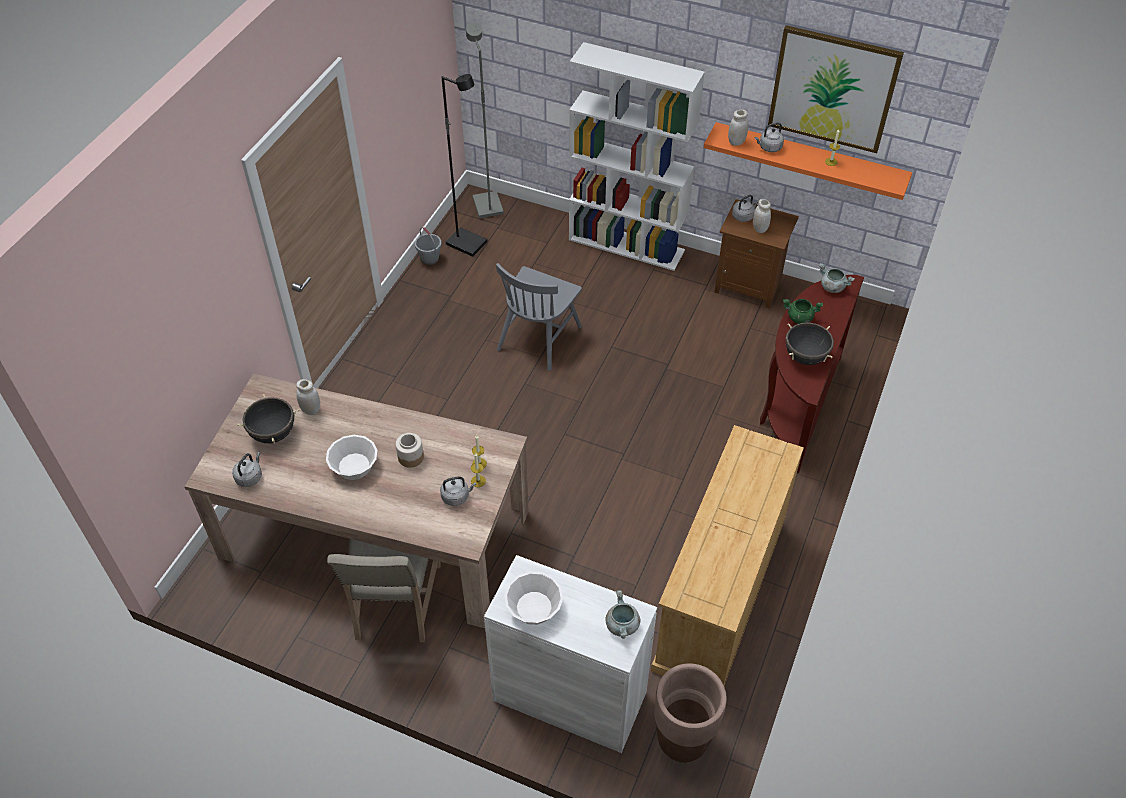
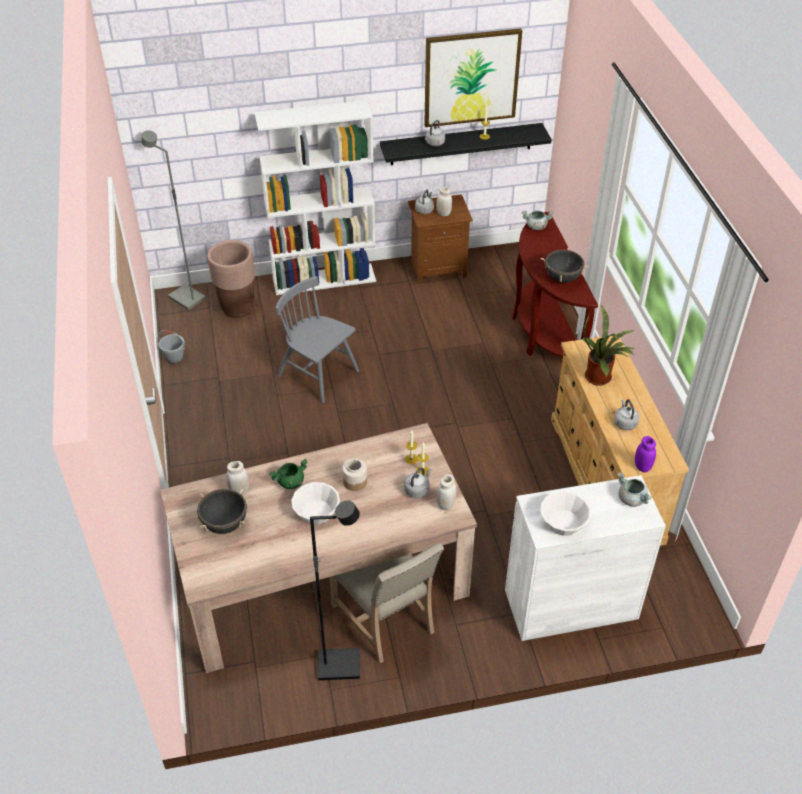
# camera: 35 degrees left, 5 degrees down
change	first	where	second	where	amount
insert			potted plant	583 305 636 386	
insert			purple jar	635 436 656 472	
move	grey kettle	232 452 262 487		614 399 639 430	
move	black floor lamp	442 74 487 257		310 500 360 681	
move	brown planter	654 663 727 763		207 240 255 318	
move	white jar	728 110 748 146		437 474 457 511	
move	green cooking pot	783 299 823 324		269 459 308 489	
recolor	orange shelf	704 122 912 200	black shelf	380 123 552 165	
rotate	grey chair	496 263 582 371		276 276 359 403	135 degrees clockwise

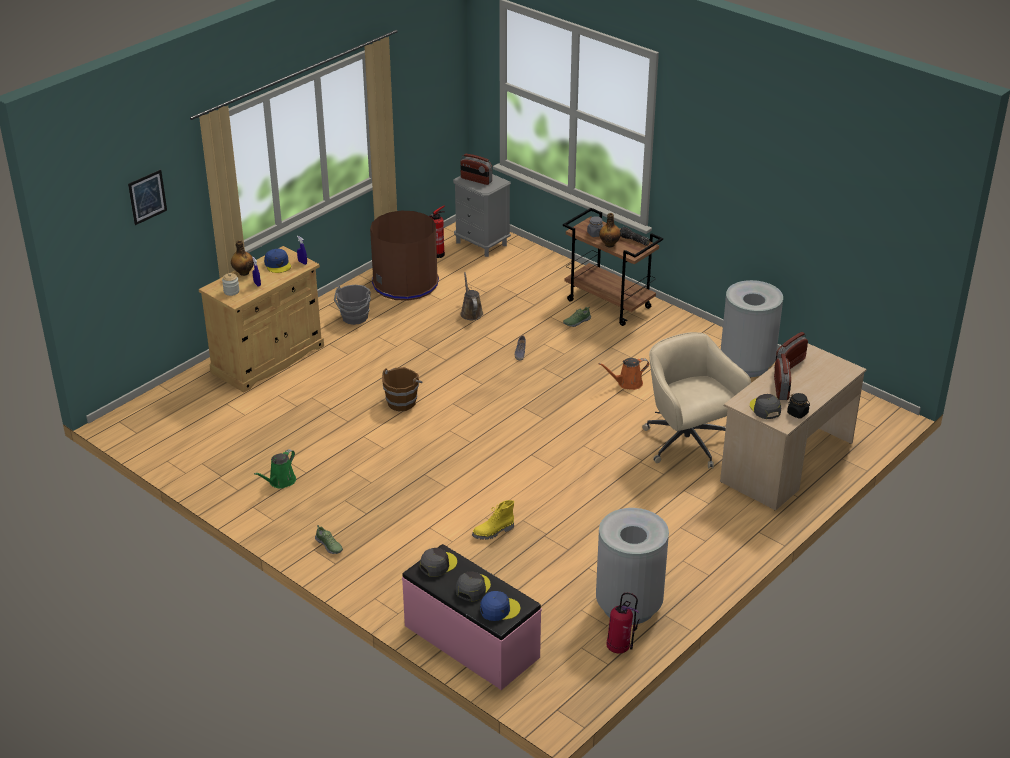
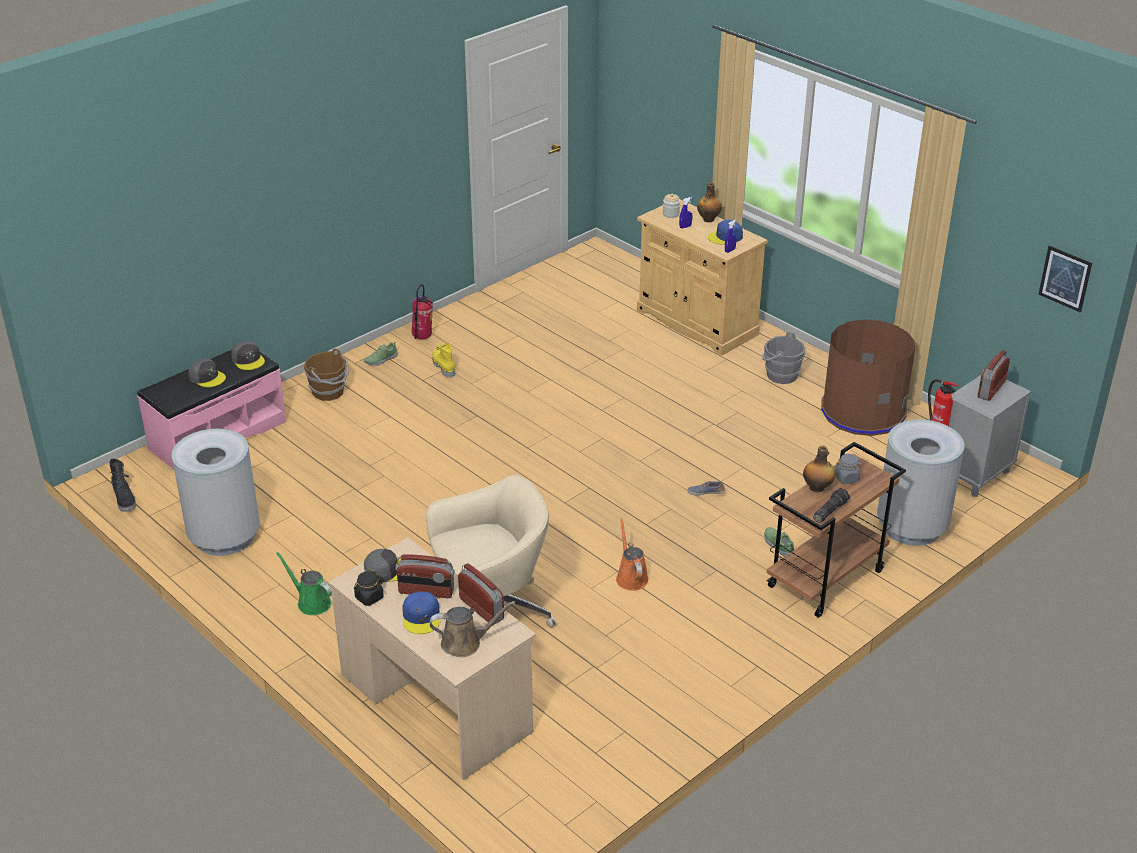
# camera: 95 degrees right, 0 degrees up
change	first	where	second	where	amount
insert			black boot	109 458 136 512	
move	picture	128 169 167 225		1038 246 1092 312	
move	green watering can	254 449 296 489		276 552 332 615	
move	brown bucket	382 367 422 411		304 348 349 401	
move	brown watering can	460 272 483 320		430 601 515 657	
move	yellow boot	472 500 514 540		432 342 455 378	
move	blue cap	480 591 520 621		402 592 440 634	
move	fire extinguisher	606 593 640 654		411 284 433 340	
move	grey trash can	721 280 783 377		877 419 964 546	

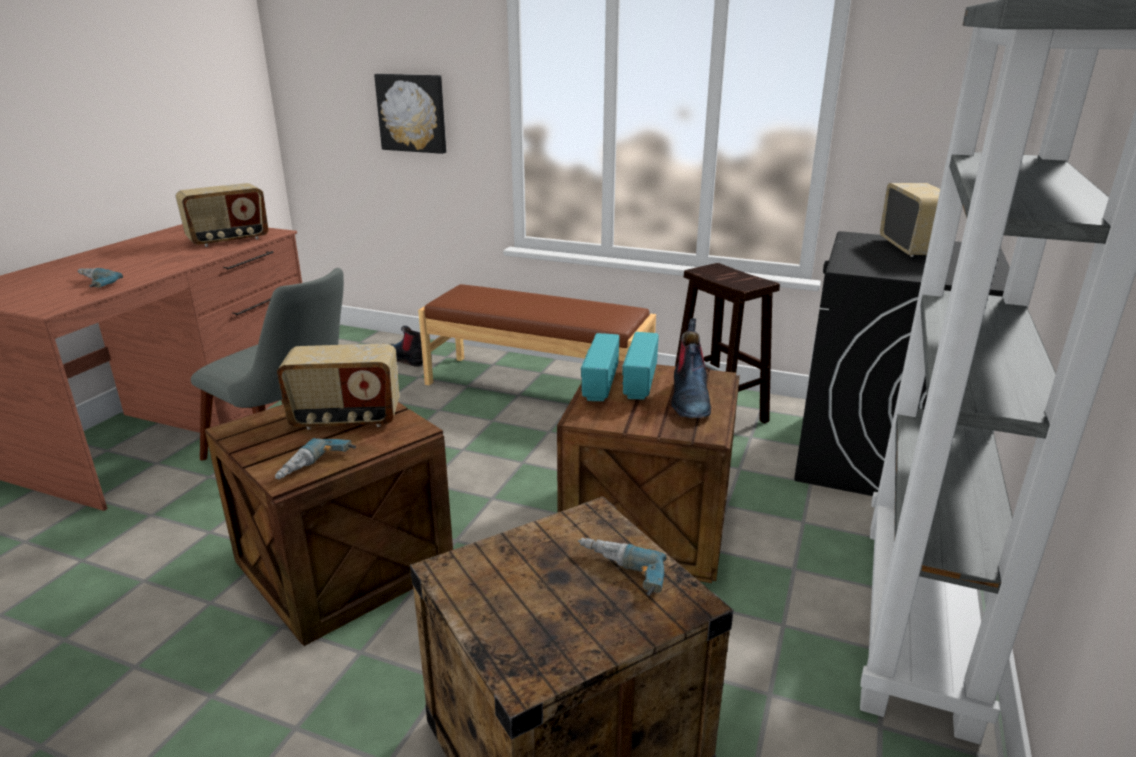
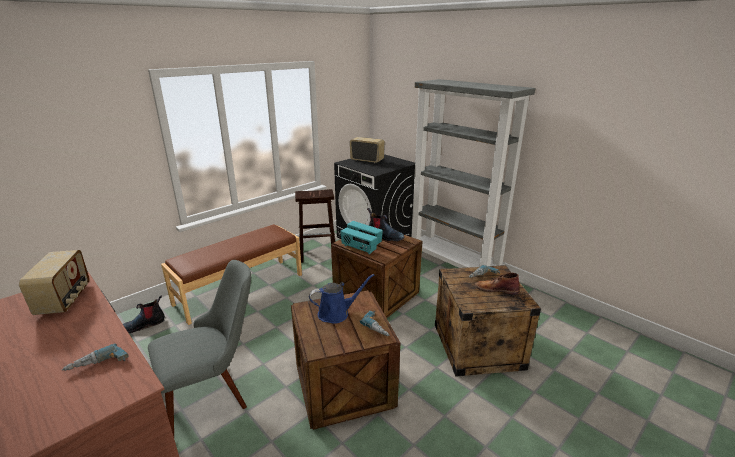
# camera: 65 degrees left, 0 degrees up
change	first	where	second	where	amount
delete	picture	374 74 446 154			
insert			brown boot	475 273 520 295	
replace	radio	277 344 399 430	blue watering can	309 274 374 324	

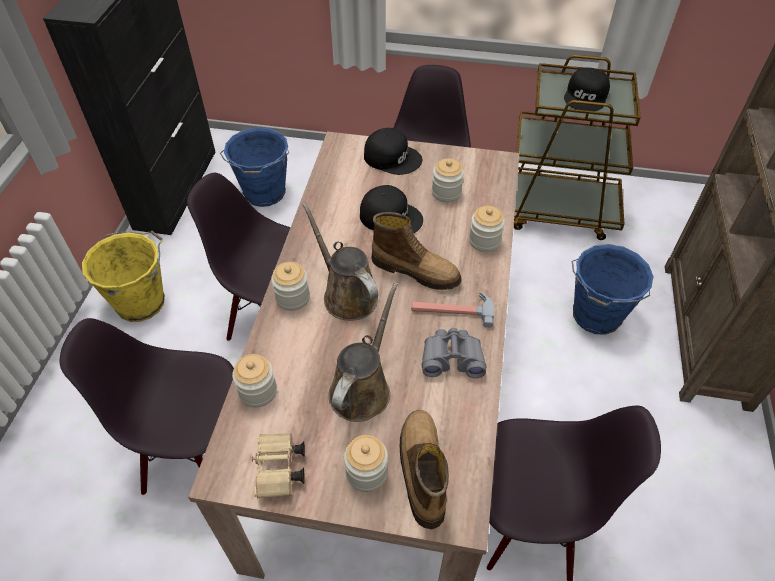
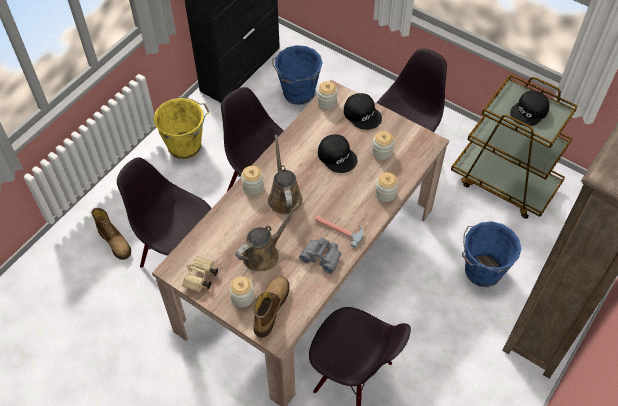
# camera: 25 degrees right, 5 degrees up
change	first	where	second	where	amount
move	jar	232 354 277 408		317 81 338 110	
move	boot	372 212 461 290		92 208 131 260	

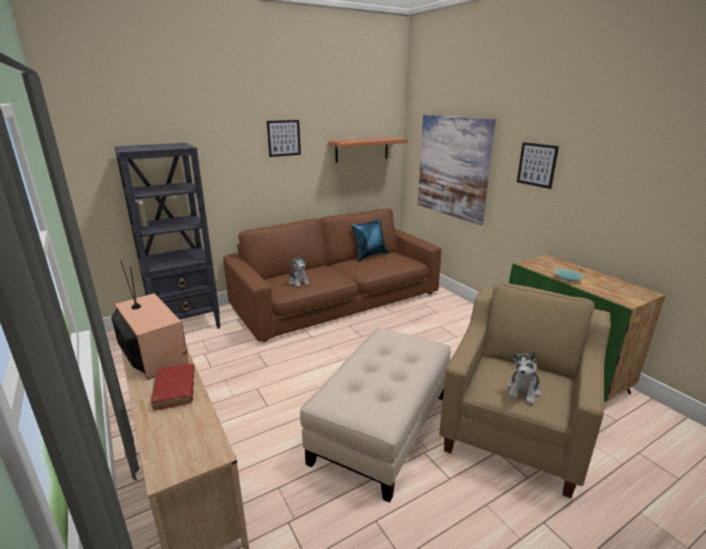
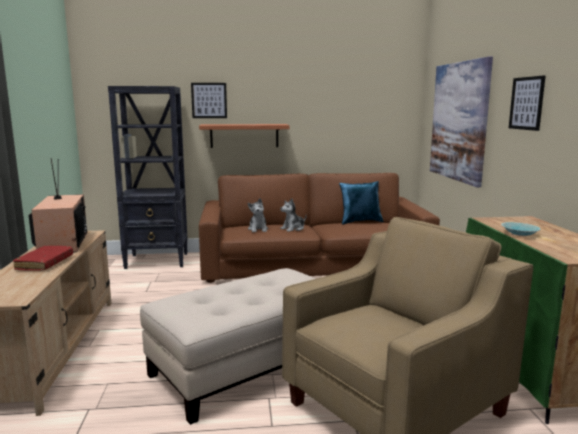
# camera: 25 degrees right, 10 degrees down
change	first	where	second	where	amount
move	picture	267 120 301 157		191 83 227 118	
move	shelf	328 137 408 163		199 124 290 148	
move	plush toy	507 351 541 404		280 198 307 232	

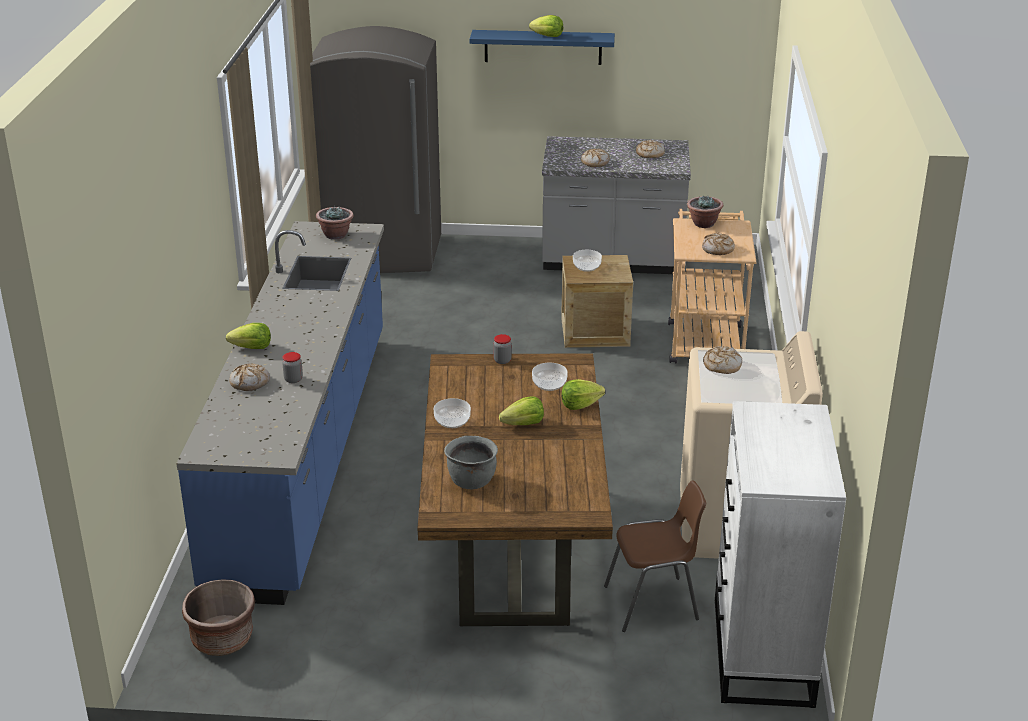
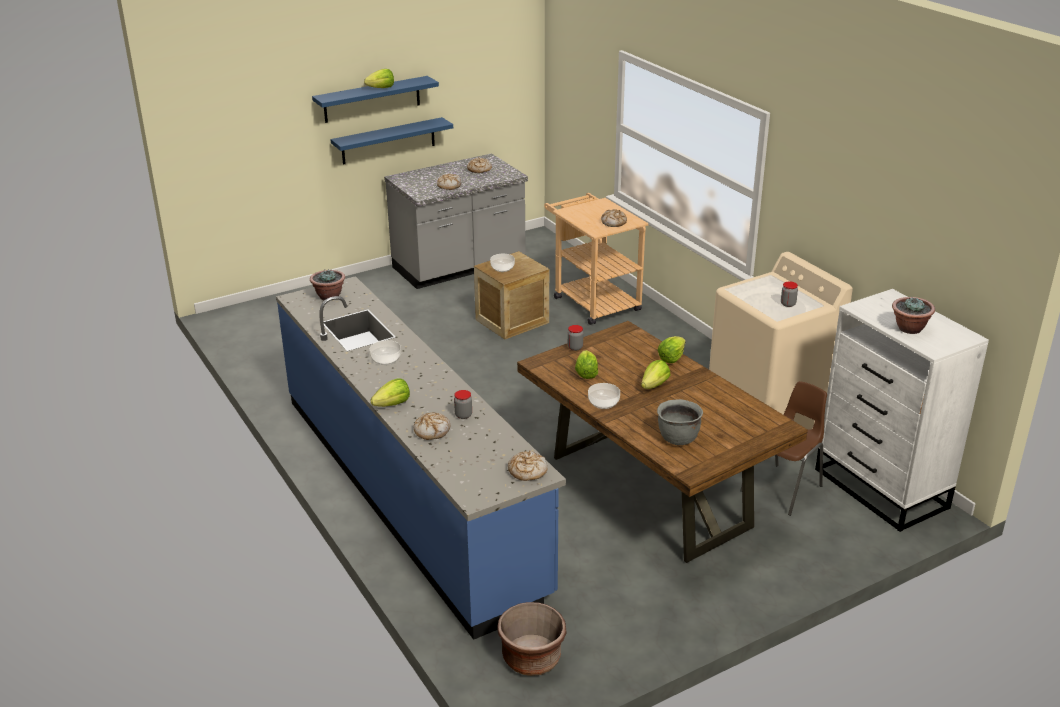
# camera: 35 degrees left, 0 degrees up
change	first	where	second	where	amount
delete	grey fridge	310 26 441 273			
insert			blue shelf	330 117 453 165	
insert			lettuce	575 350 598 379	
insert			jar	781 281 798 307	
move	bowl	532 363 568 391		369 340 401 365	
move	potted plant	687 195 723 228		892 296 935 334	
move	bread	703 346 742 374		508 450 547 481	

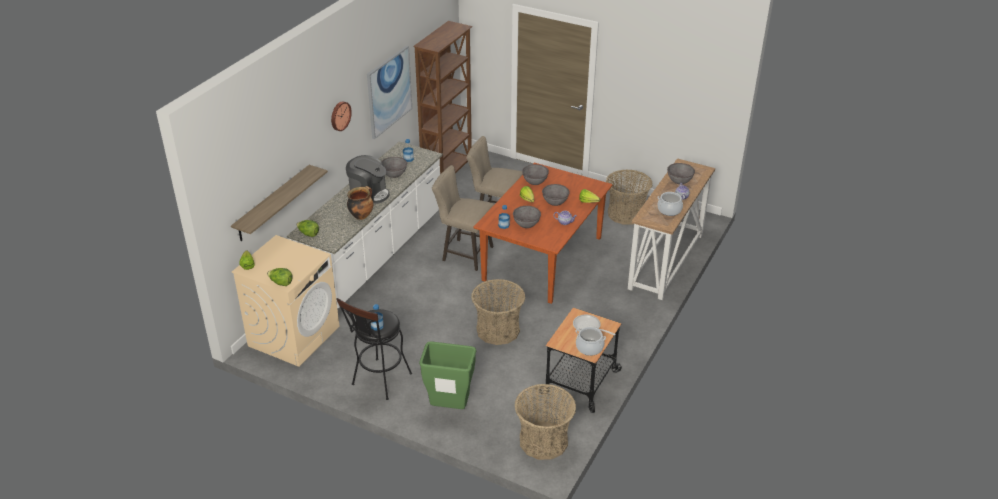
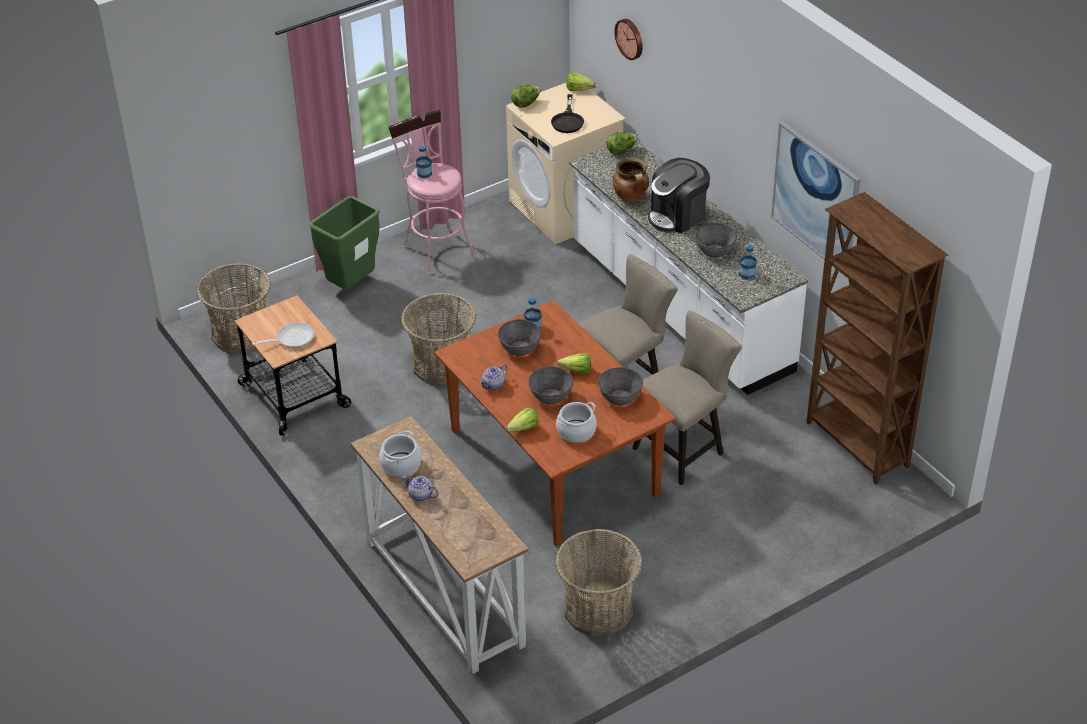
# camera: 120 degrees right, 5 degrees up
change	first	where	second	where	amount
delete	shelf	231 165 328 241			
delete	grey bowl	667 163 695 184			
insert			black frying pan	551 94 584 133	
move	wall clock	331 101 352 131		614 19 643 60	
move	cooking pot	576 327 606 356		556 402 596 443	
recolor	black stool	336 298 412 400	pink stool	389 109 475 275	

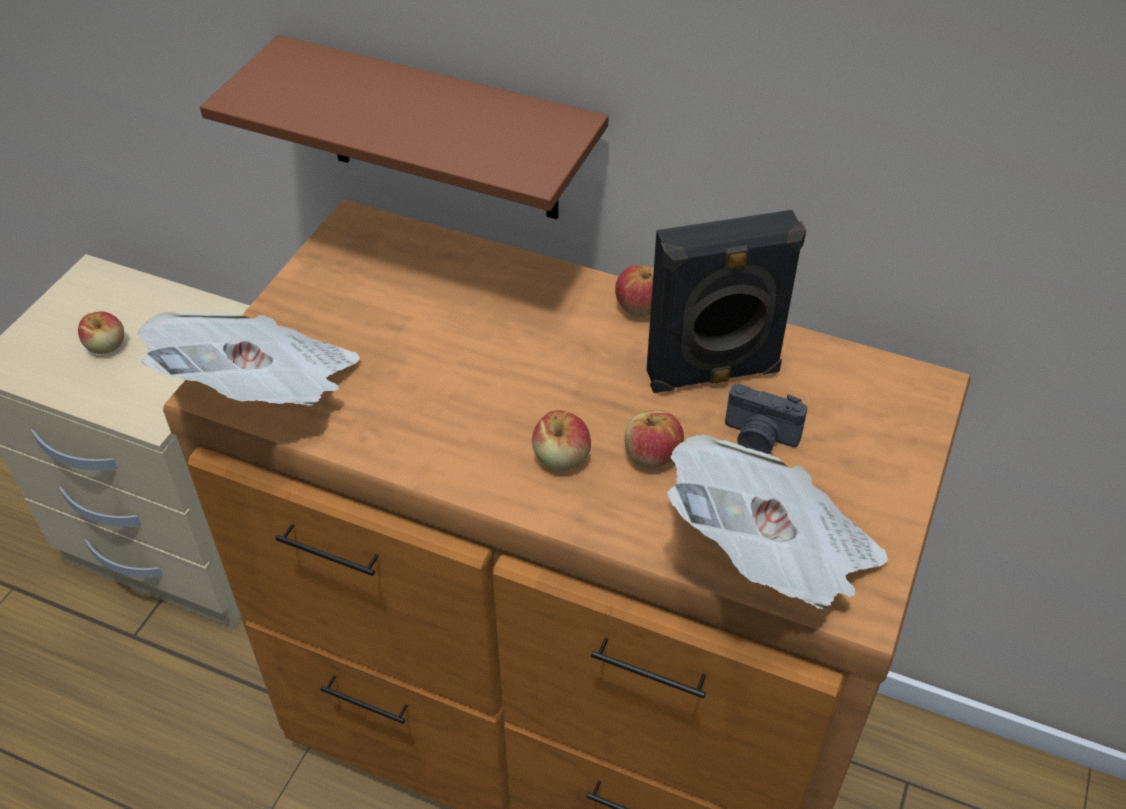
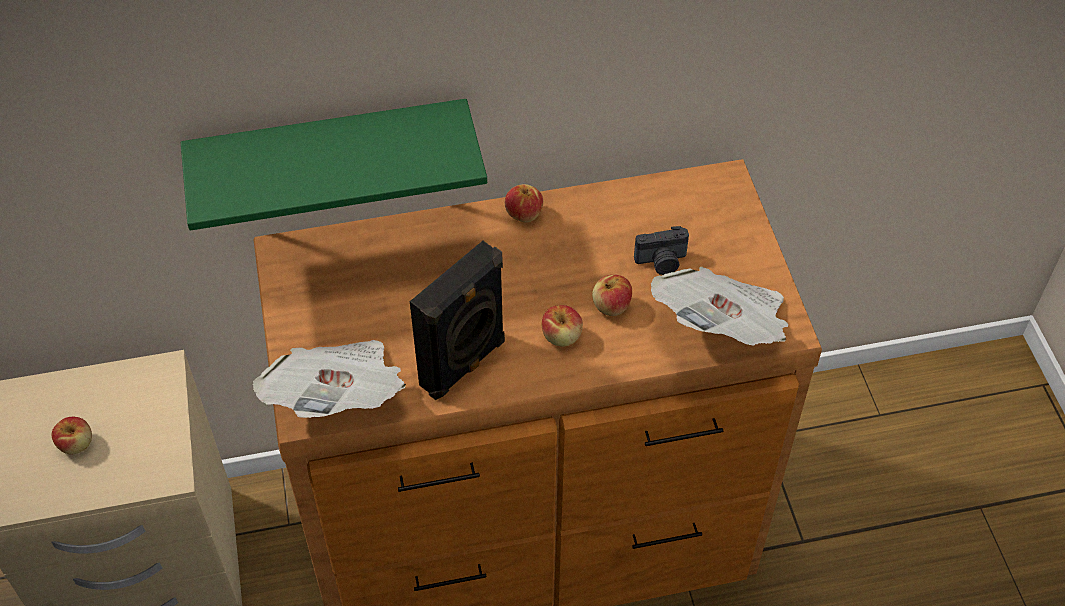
# camera: 35 degrees left, 5 degrees up
change	first	where	second	where	amount
move	black speaker	646 210 806 393		410 241 505 400	
recolor	brown shelf	200 35 609 219	green shelf	181 99 487 231	

